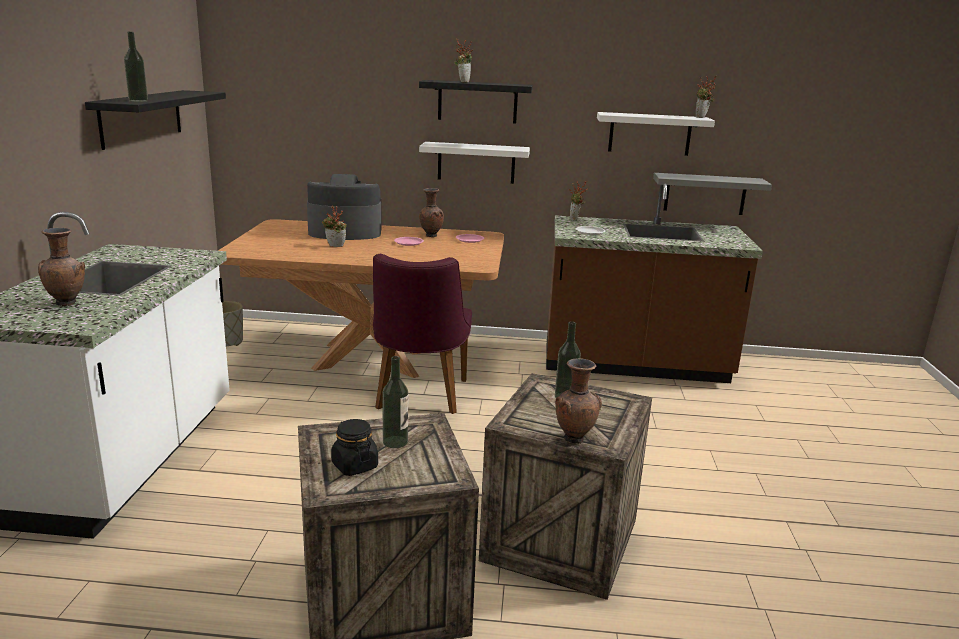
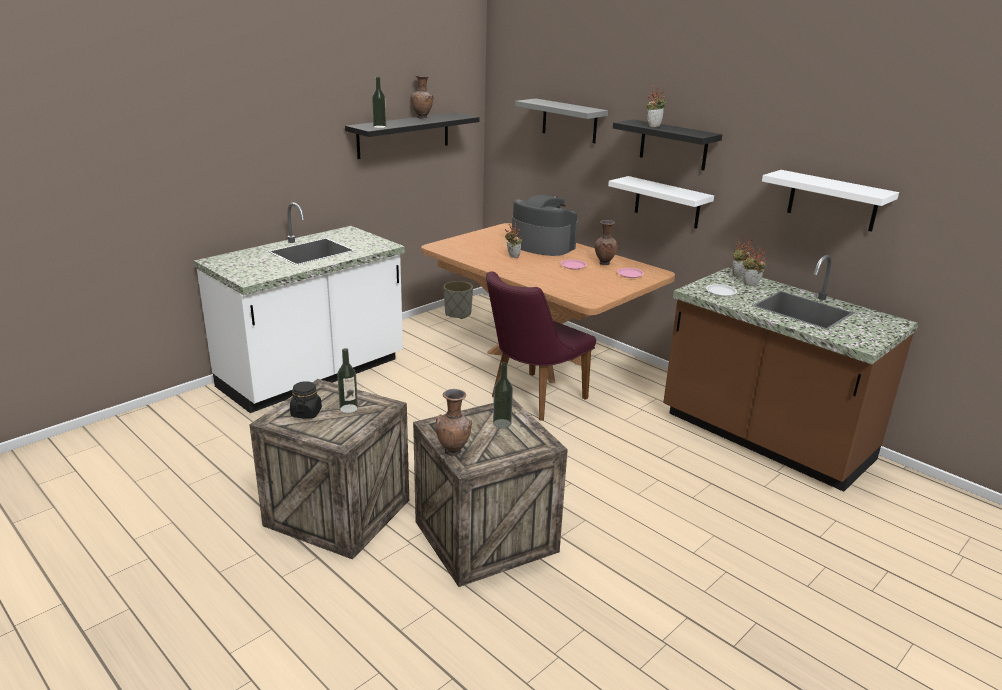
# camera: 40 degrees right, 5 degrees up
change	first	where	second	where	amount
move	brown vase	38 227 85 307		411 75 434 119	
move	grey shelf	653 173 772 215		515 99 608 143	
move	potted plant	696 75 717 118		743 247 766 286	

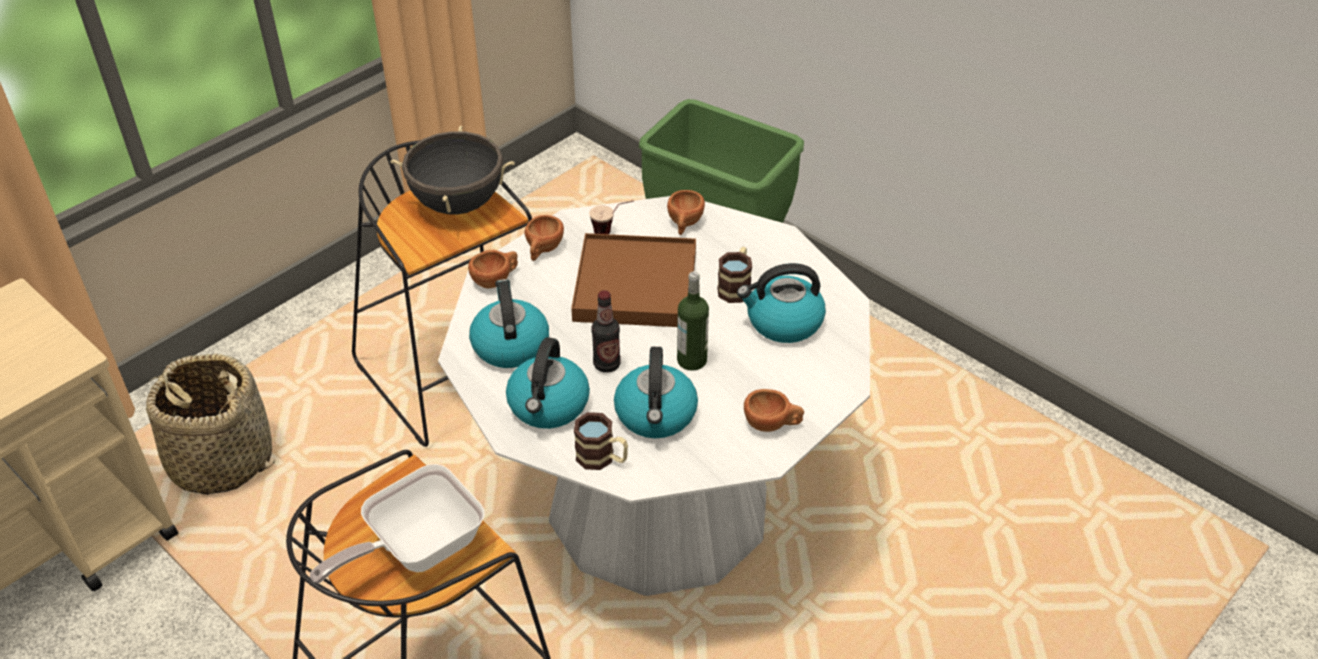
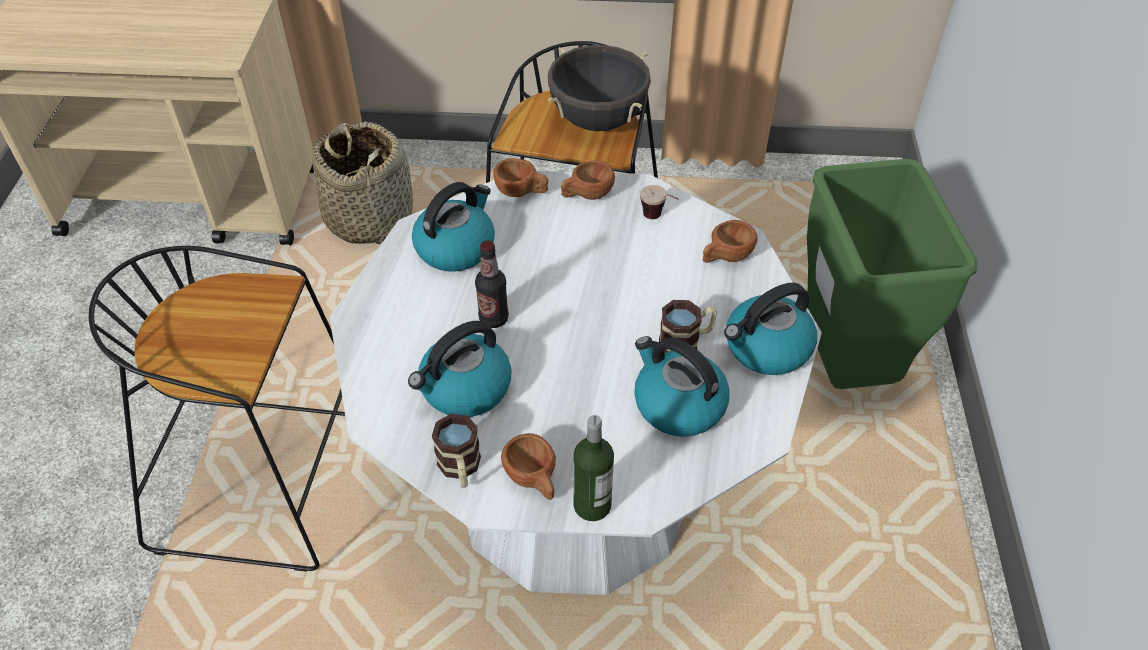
# camera: 50 degrees right, 5 degrees up
change	first	where	second	where	amount
delete	frying pan	310 464 484 584			
delete	brown tray	571 233 696 327			
move	kettle	506 337 590 429		724 283 817 375	
move	mug	574 412 628 470		432 414 481 488	
move	bottle	677 271 709 371		574 415 614 521	

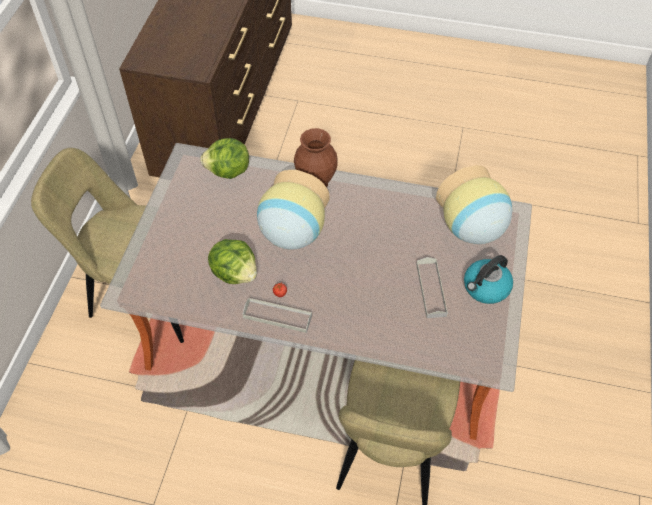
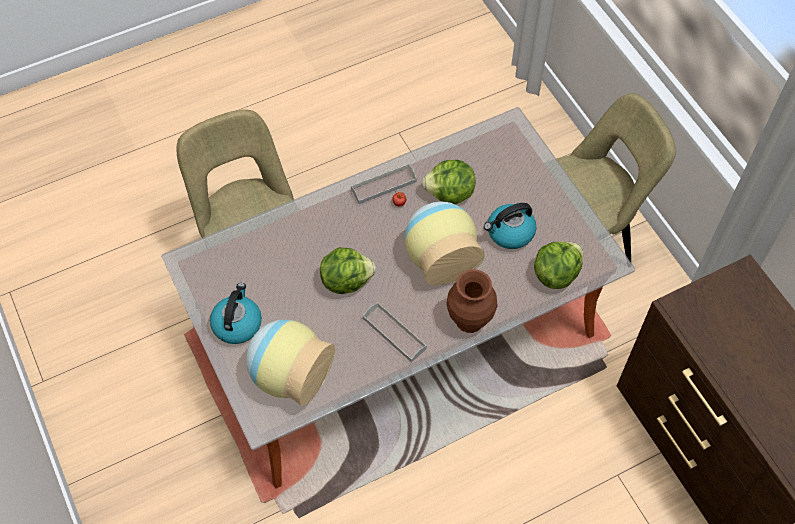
# camera: 140 degrees right, 5 degrees up
change	first	where	second	where	amount
insert			lettuce	320 247 376 294	
insert			kettle	484 203 536 249	
move	grey tray	416 257 448 318		363 303 427 362	

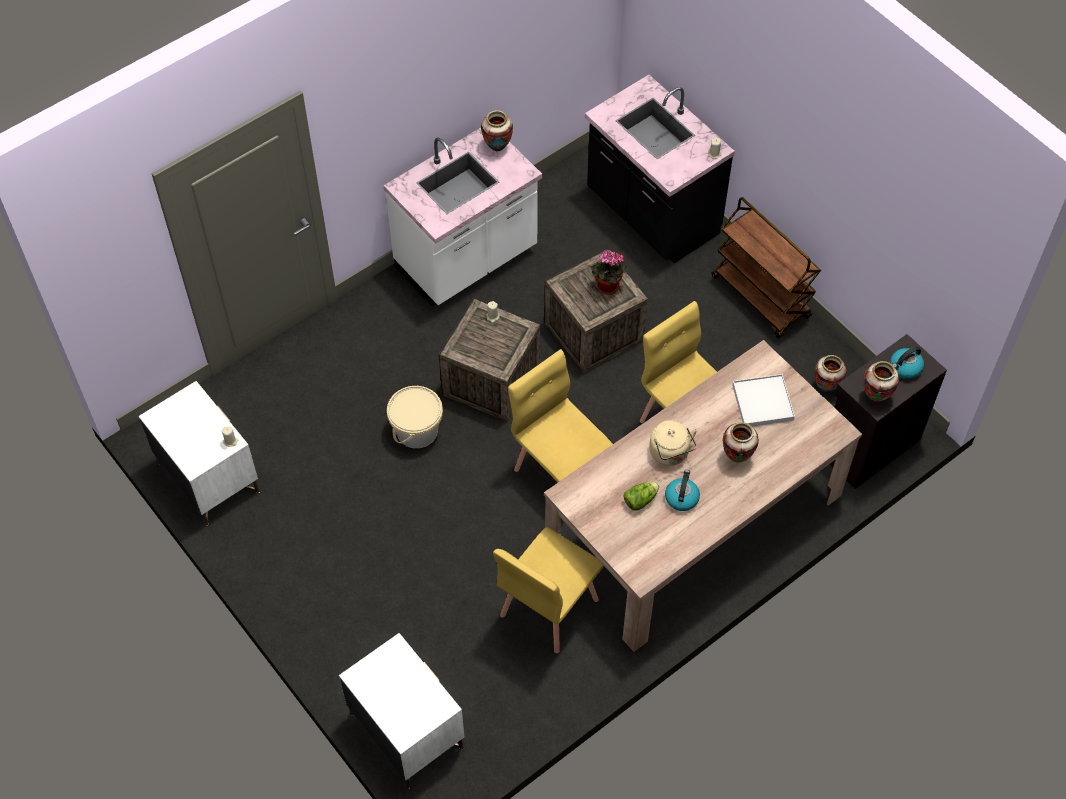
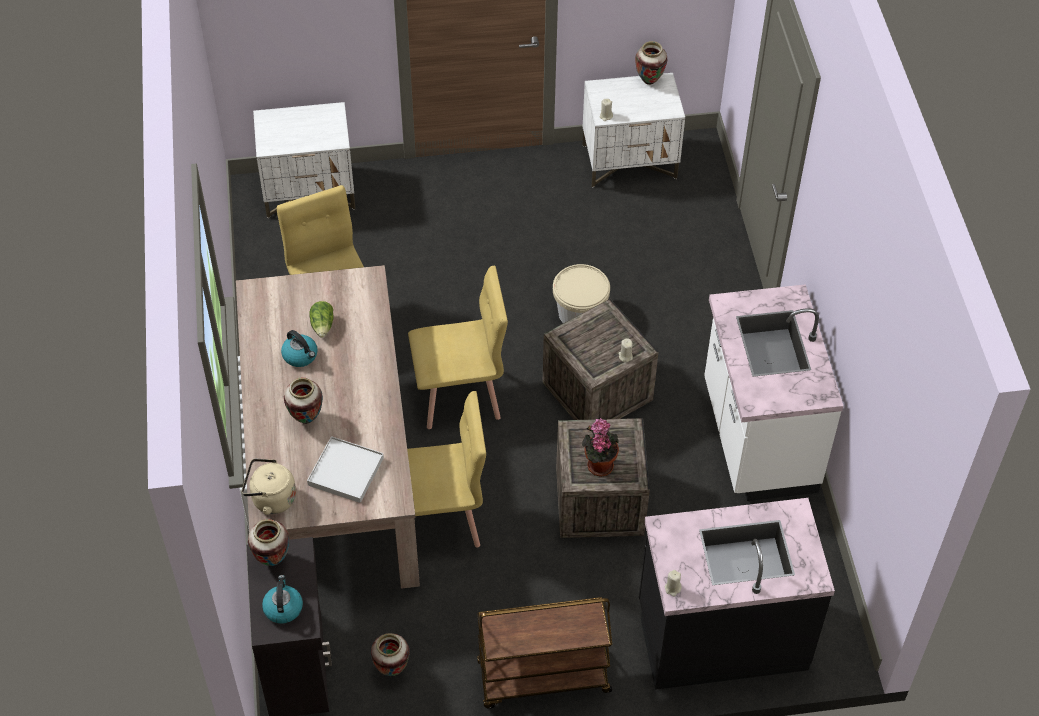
# camera: 120 degrees right, 5 degrees down
change	first	where	second	where	amount
move	vase	481 110 513 151		635 41 667 85	
move	beige kettle	649 420 697 466		242 459 296 515	

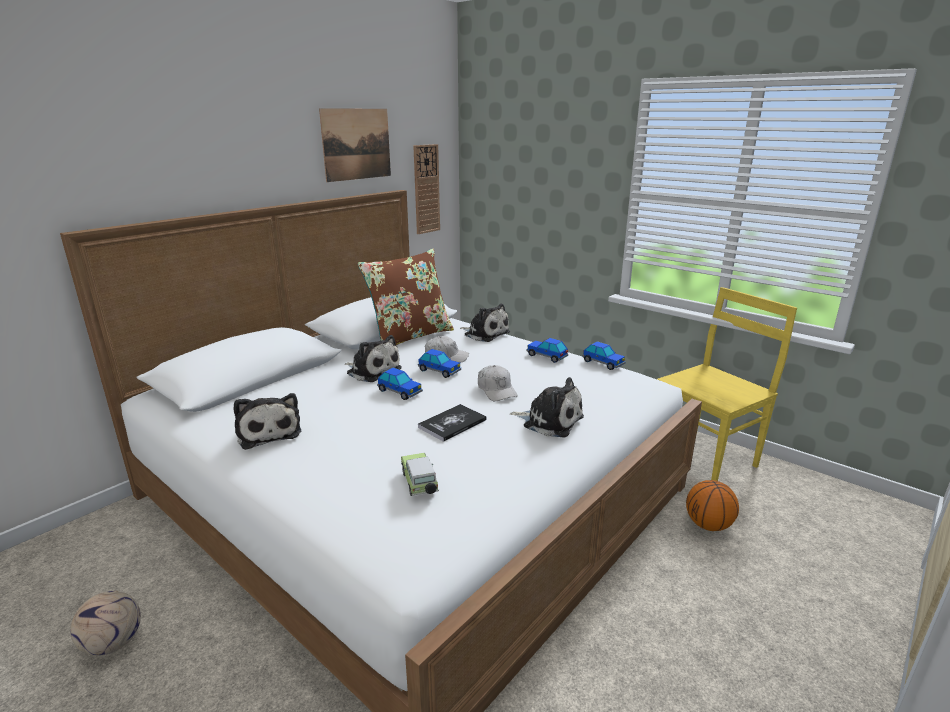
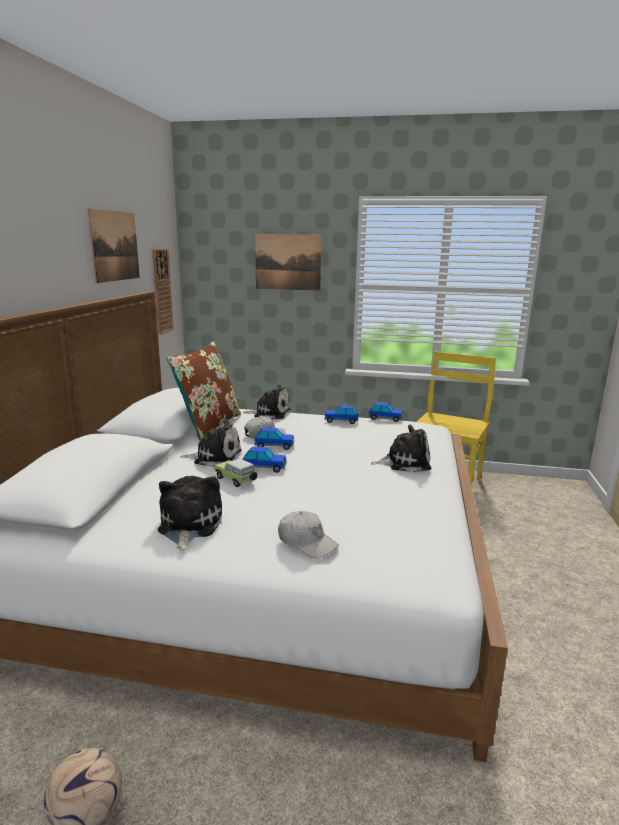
# camera: 30 degrees left, 5 degrees down
change	first	where	second	where	amount
delete	book	418 404 487 442			
delete	basketball	686 480 739 531			
insert			picture	255 233 322 291	
move	toy car	401 453 439 496		214 458 257 487	
move	white cap	478 365 518 401		278 511 339 559	
rotate	plush toy	233 393 302 450		158 476 222 551	120 degrees counterclockwise

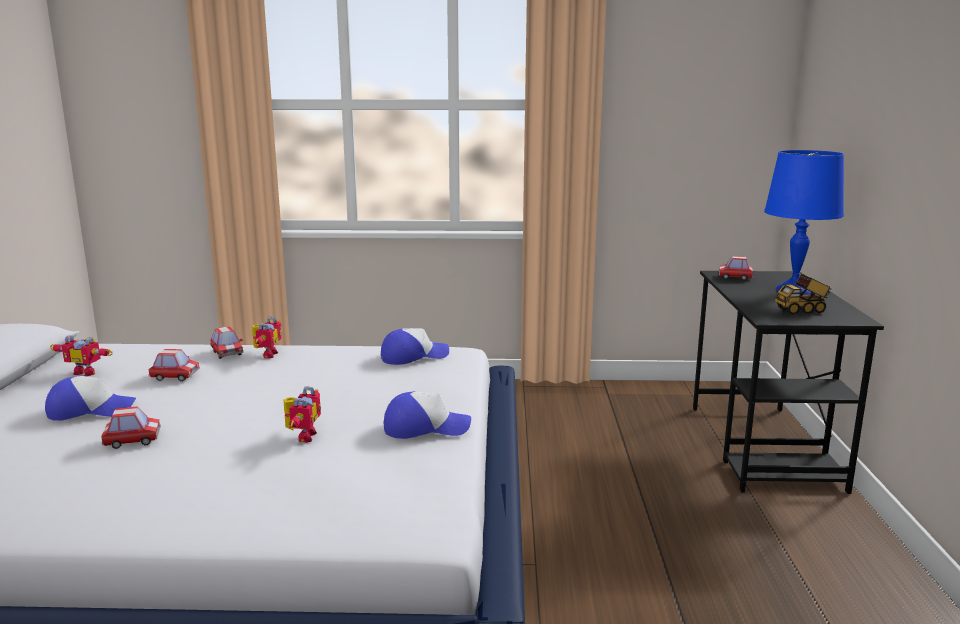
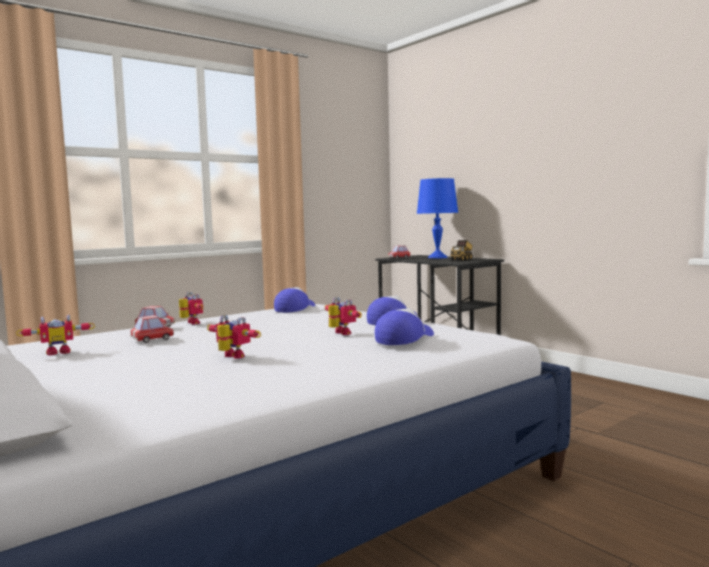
# camera: 40 degrees left, 10 degrees down
change	first	where	second	where	amount
move	cap	45 376 136 421		375 308 434 345	
replace	toy car	101 406 161 449	toy robot	207 315 261 359	

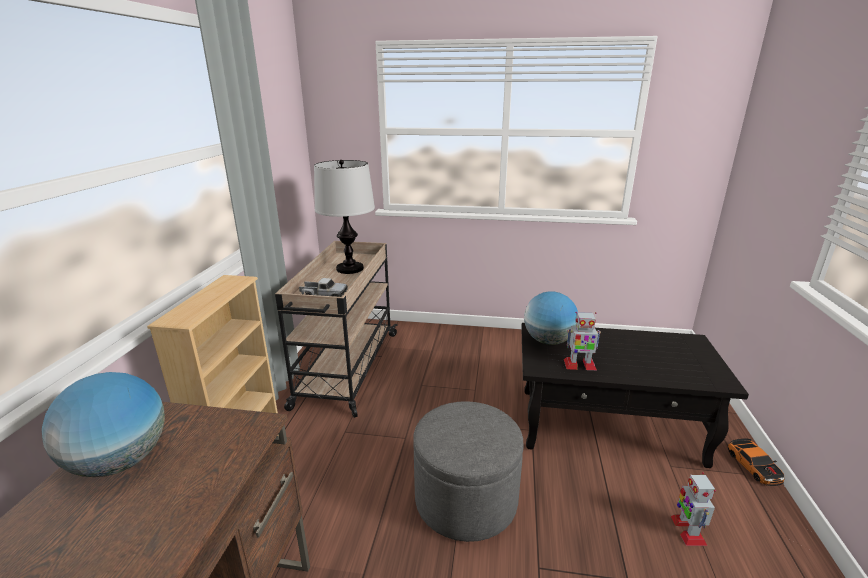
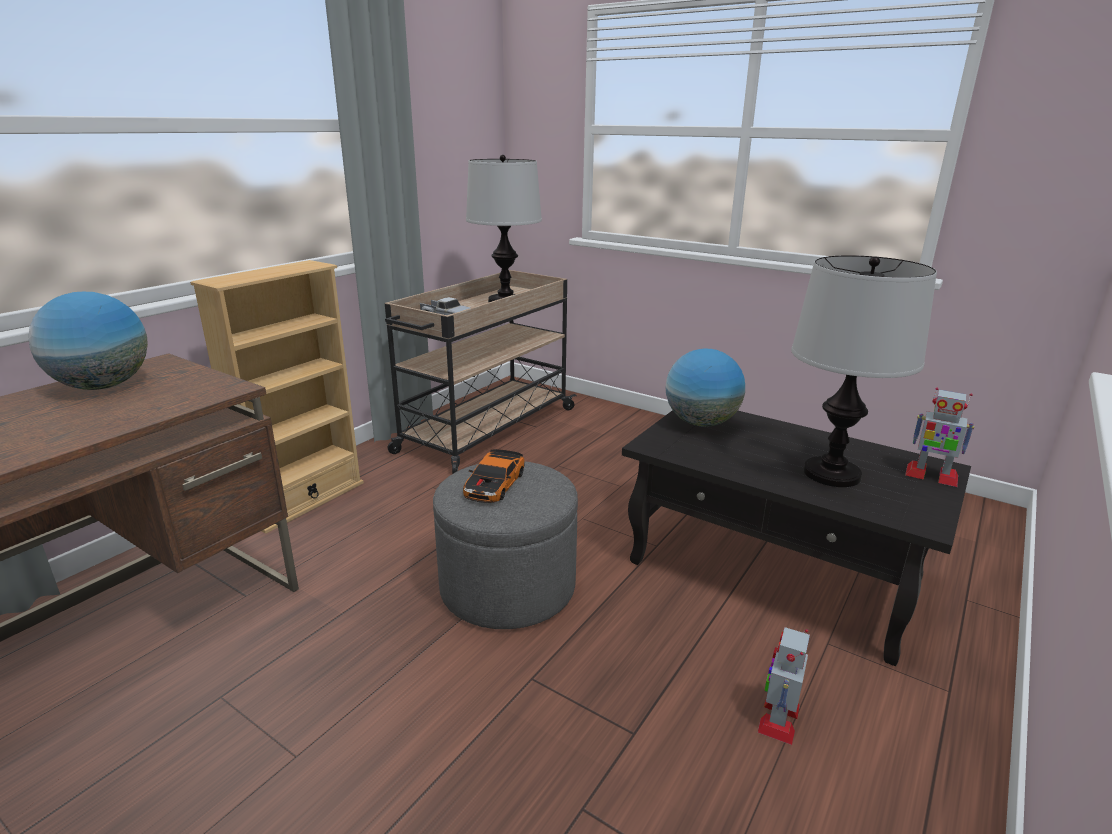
# camera: 25 degrees right, 0 degrees up
change	first	where	second	where	amount
insert			table lamp	791 255 937 487	
move	toy robot	564 312 601 370		905 388 975 487	
move	toy car	728 438 785 486		463 449 524 503	

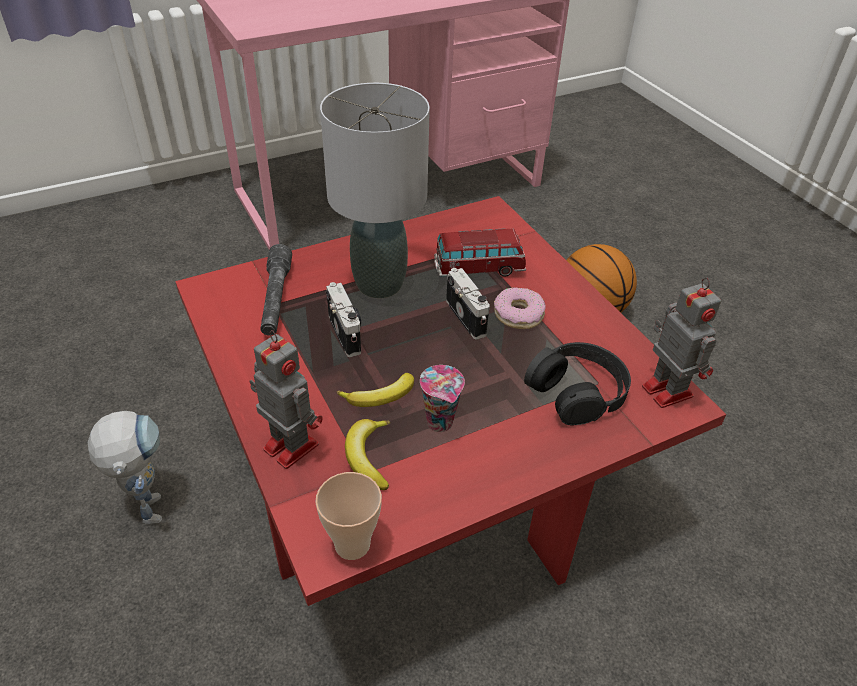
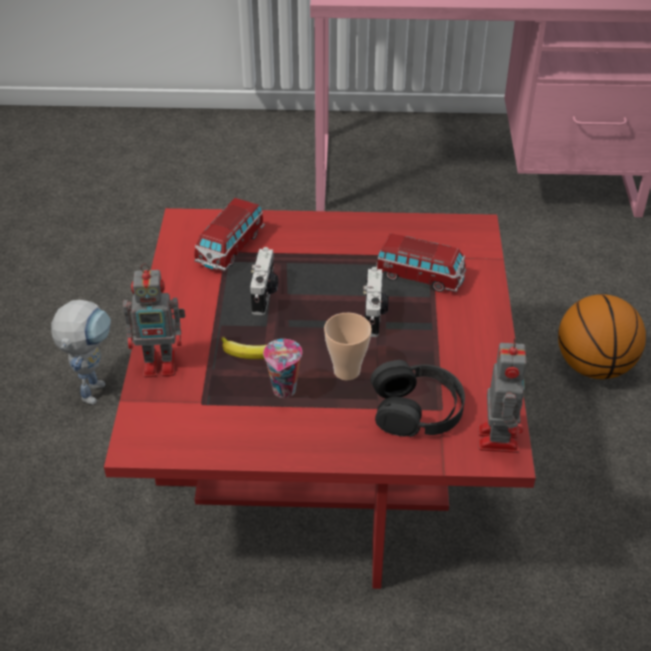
# camera: 30 degrees right, 0 degrees up
change	first	where	second	where	amount
delete	grey table lamp	320 83 430 298			
delete	banana	345 419 390 490			
delete	donut	494 287 546 329			
move	cup	315 472 382 560		324 313 372 380	
replace	grey flashlight	260 244 292 336	toy car	194 198 265 271	
rotate	toy robot	249 330 323 469		123 263 185 377	105 degrees clockwise

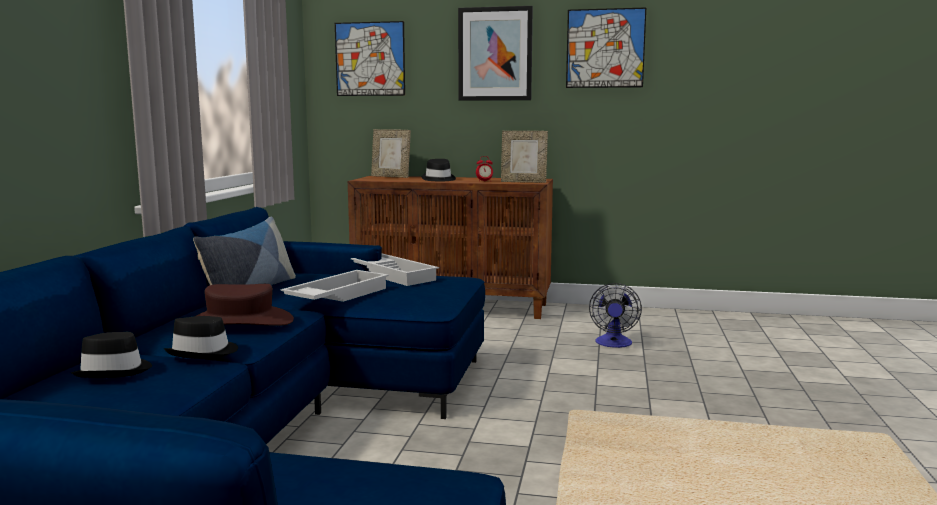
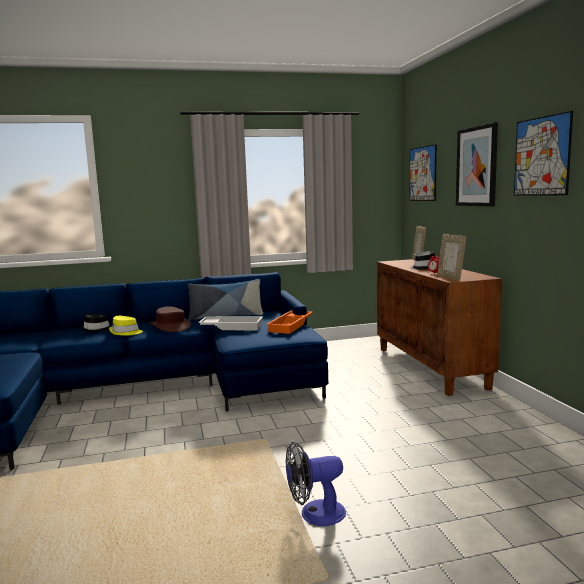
# camera: 65 degrees right, 0 degrees up
change	first	where	second	where	amount
move	fan	589 283 642 348		286 442 346 526	
recolor	black hat	164 316 238 359	yellow hat	109 316 143 335	
recolor	white tray	351 254 439 286	orange tray	266 310 313 334	

